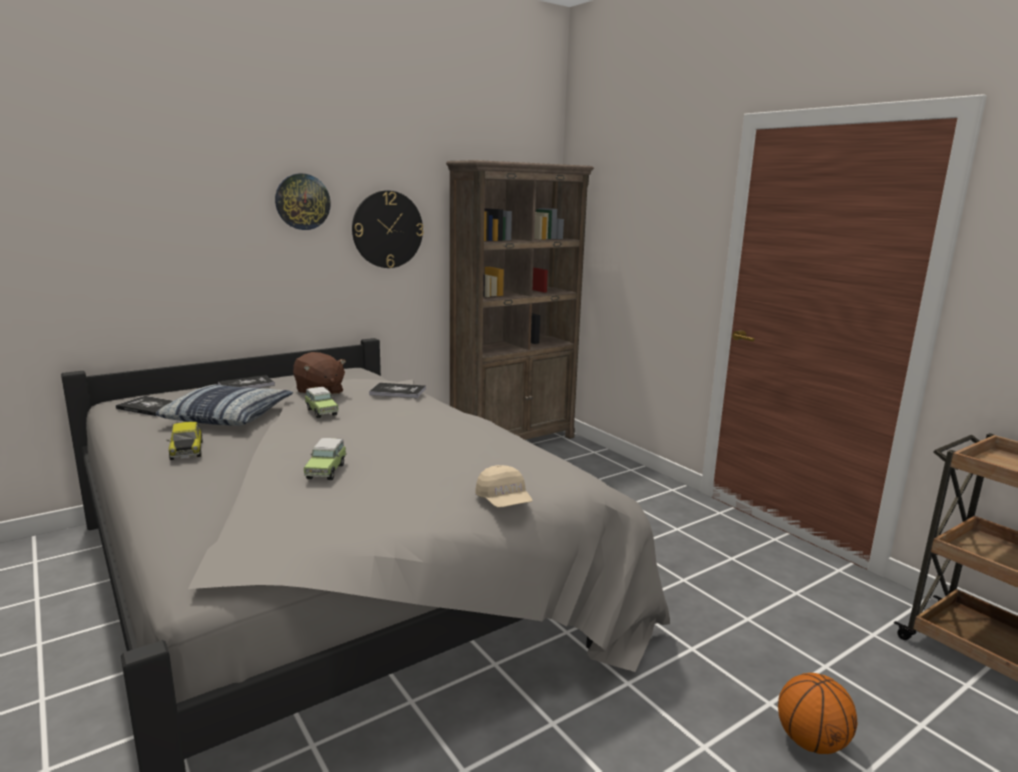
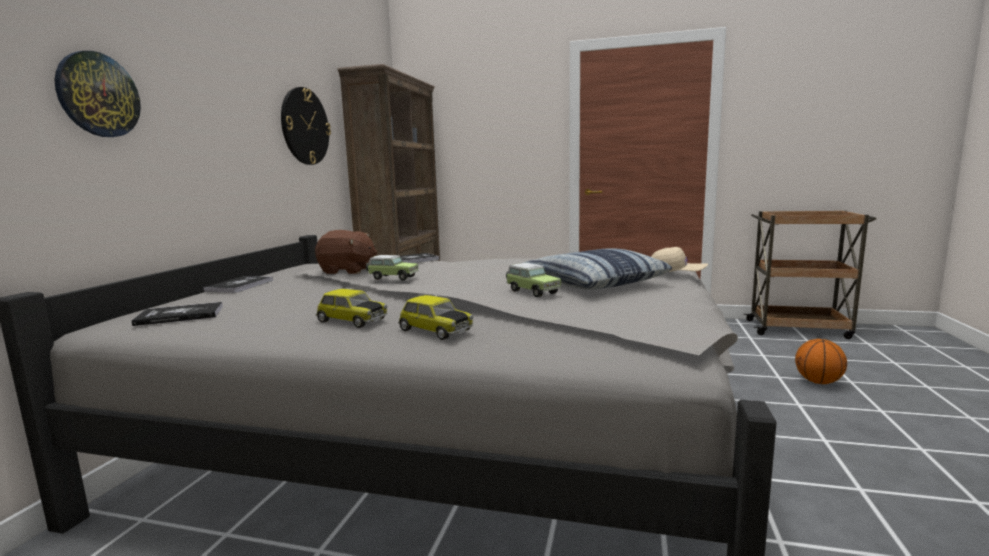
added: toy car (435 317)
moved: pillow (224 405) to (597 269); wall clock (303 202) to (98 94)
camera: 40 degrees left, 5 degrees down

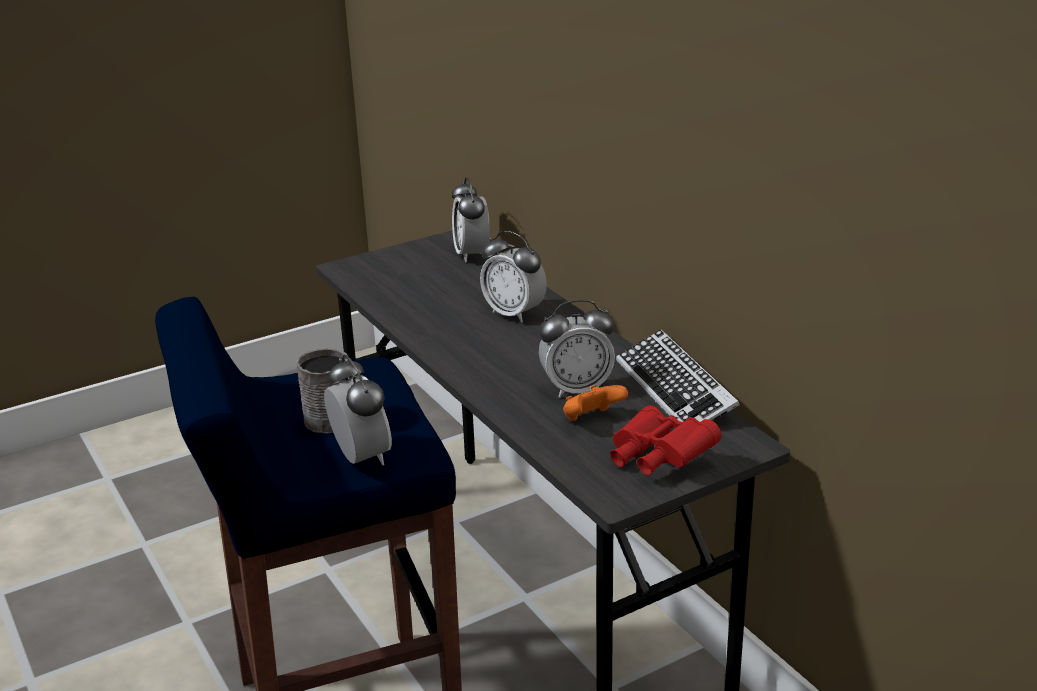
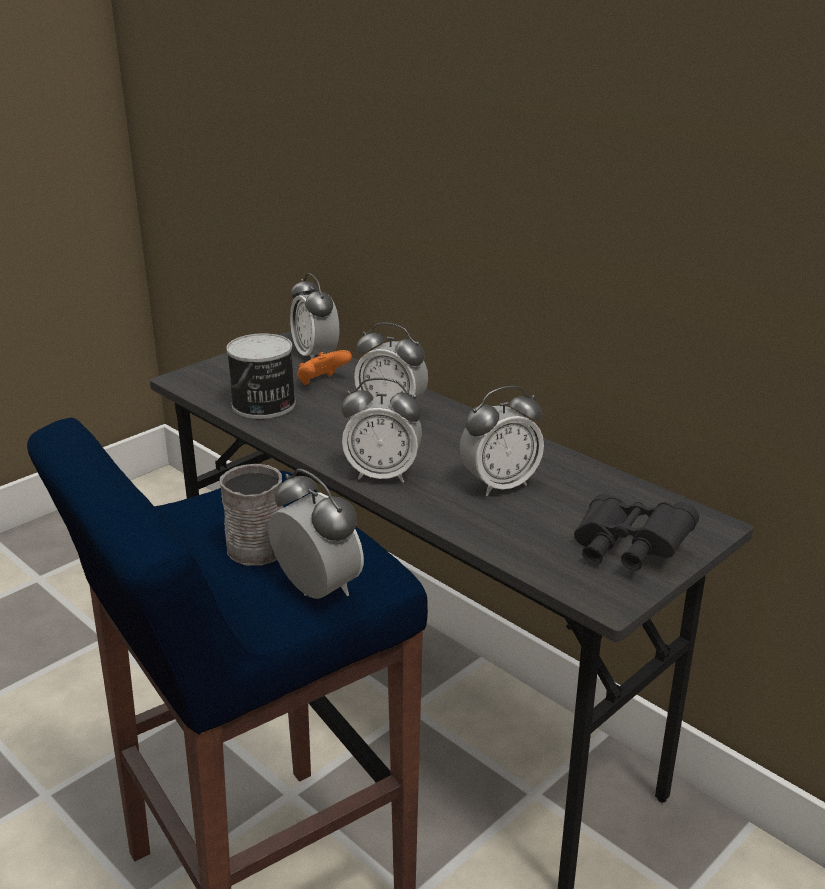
removed: keyboard (678 375)
added: can (261 376); alarm clock (381 430)
moved: orange game controller (595 403) to (324 367)
recoloured: red binoculars (666 440) to black binoculars (636 532)
camera: 15 degrees left, 0 degrees up

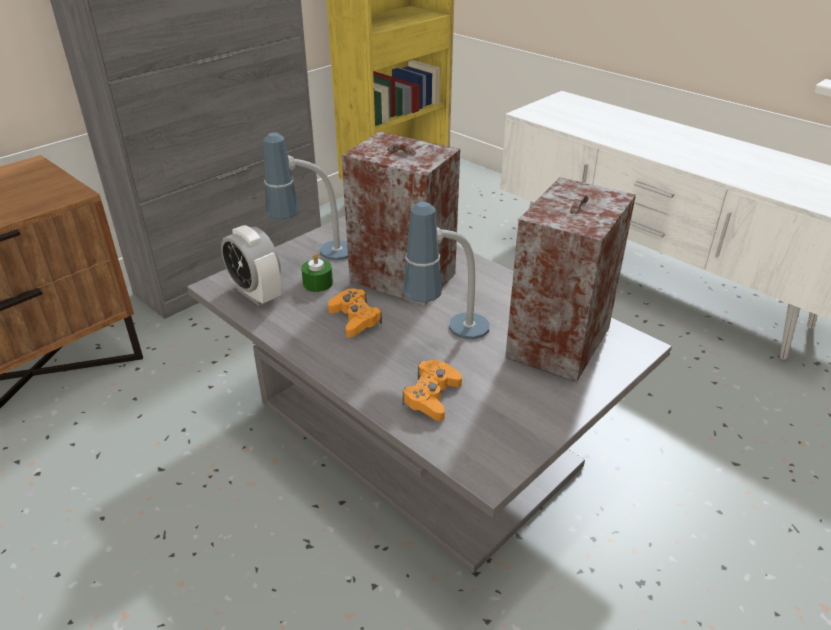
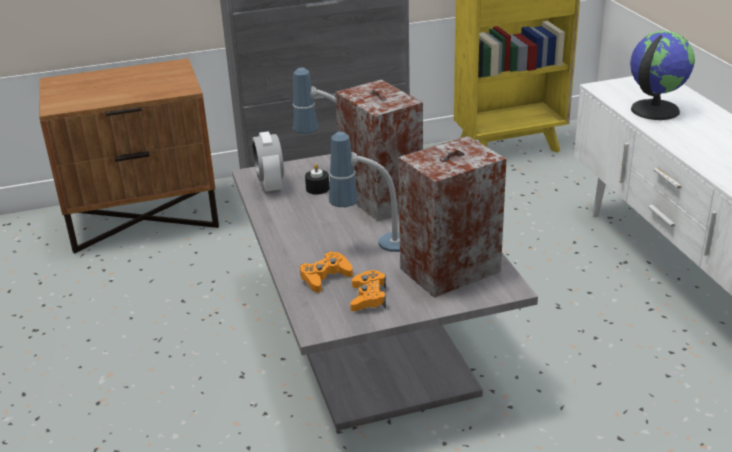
added: globe (662 75)
moved: orange game controller (355 312) to (368 290)
recoloured: green candle (317 272) to black candle (317 179)
camera: 30 degrees right, 5 degrees down

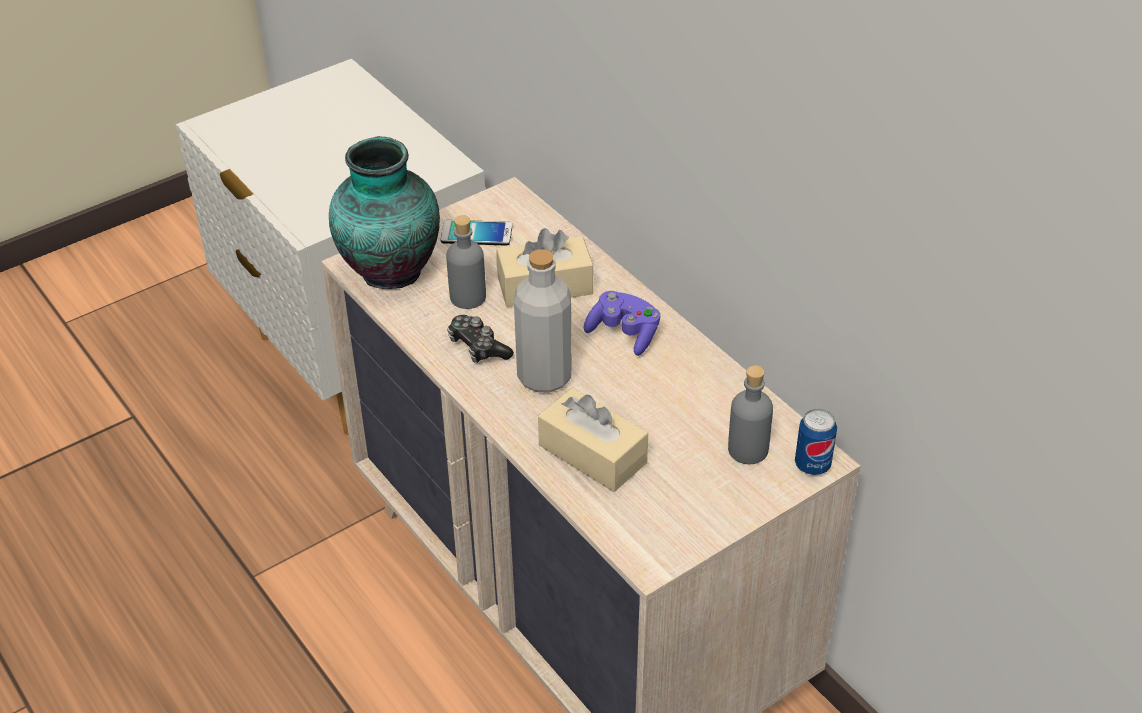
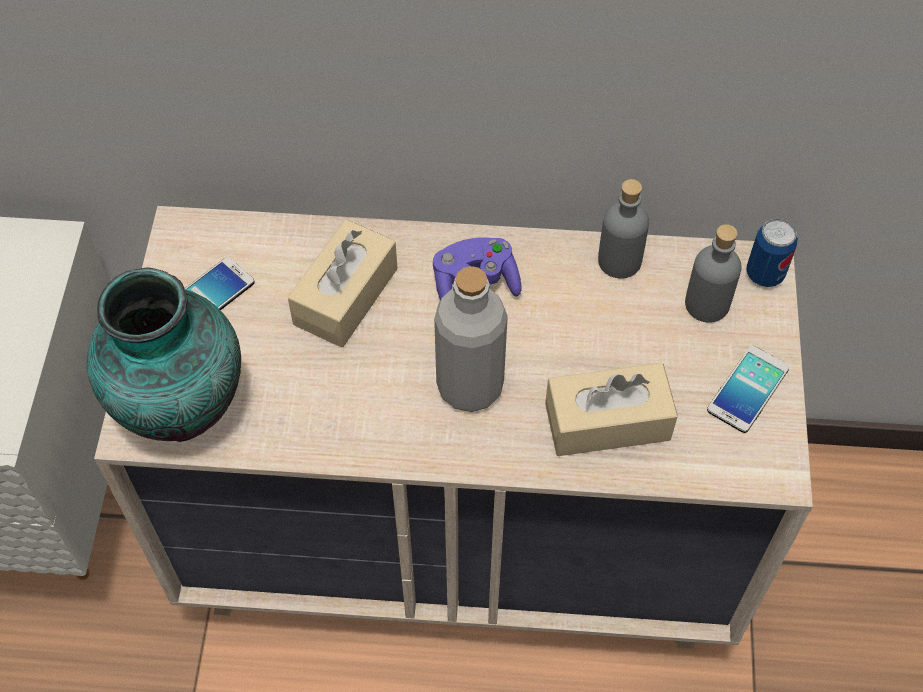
removed: game controller (480 339)
added: phone (748 389)
moved: grey bottle (466 262) to (623 229)
camera: 50 degrees left, 15 degrees up

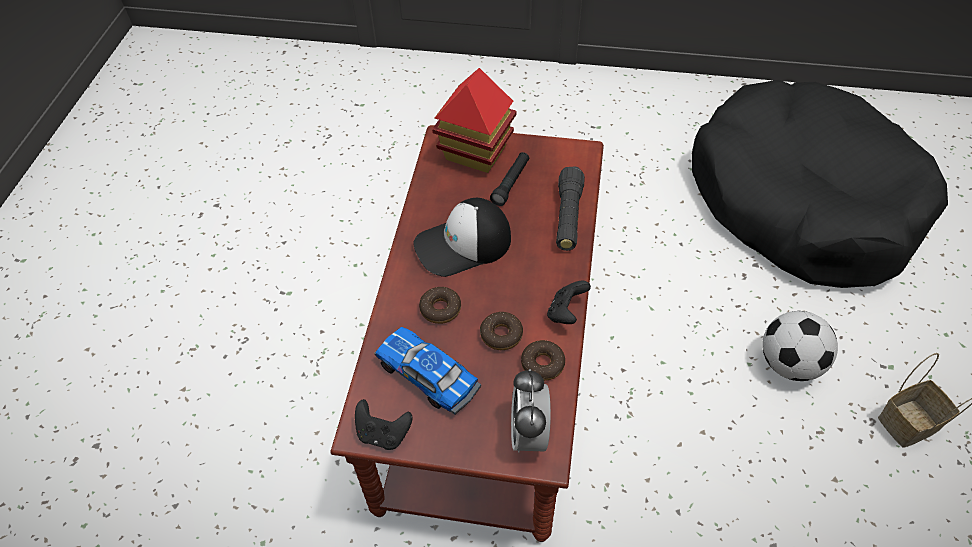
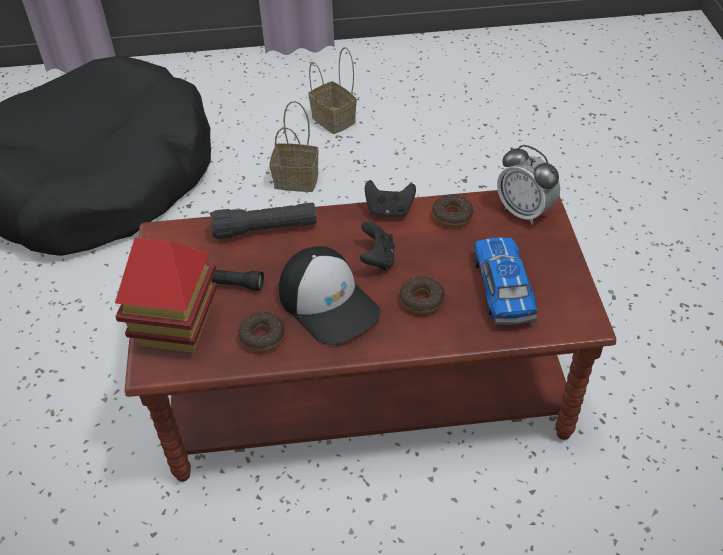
moved: black game controller (383 424) to (377 245); donut (501 331) to (261 332)
replaced: football (800 346) to basket (294 146)
turned: toy car (427 371) = (505 281) 150 degrees clockwise; alarm clock (531 410) = (528 185) 60 degrees clockwise
camera: 105 degrees left, 5 degrees down

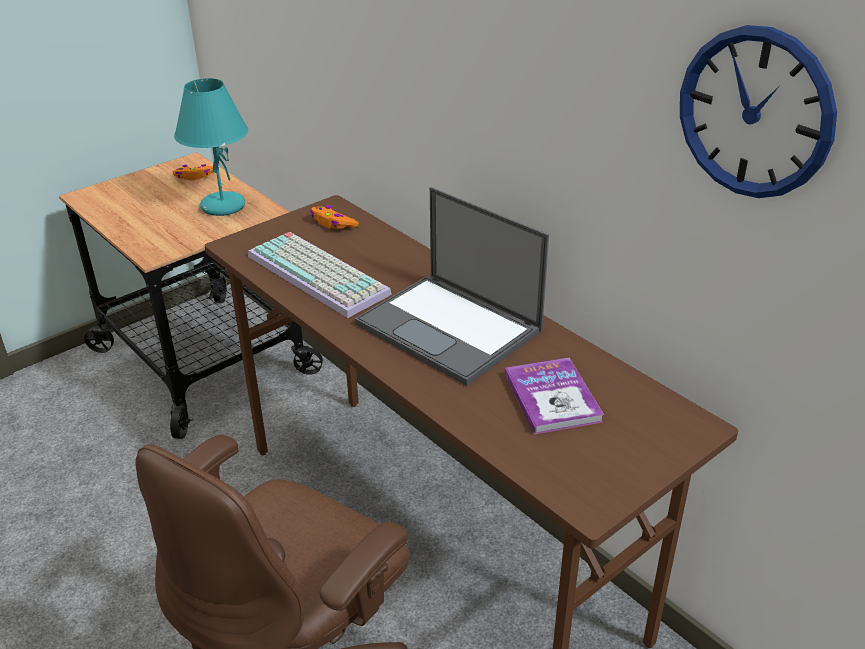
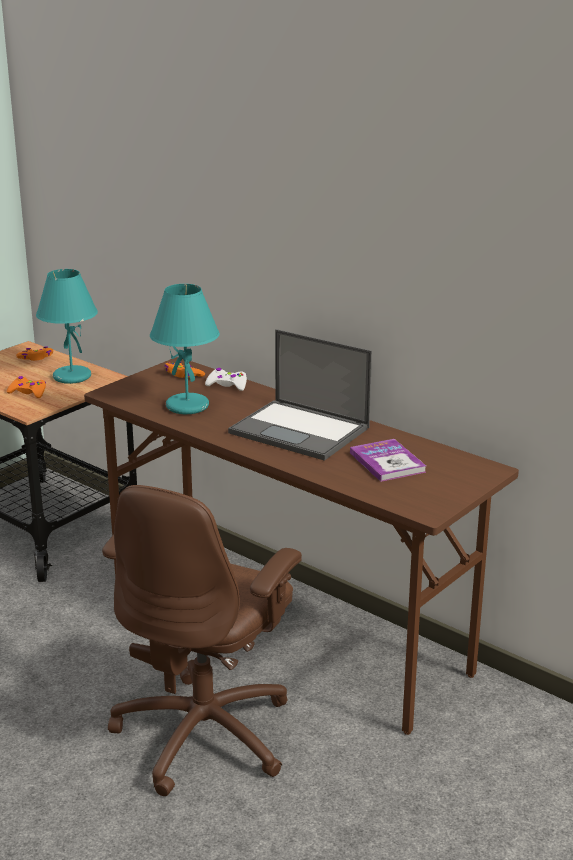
removed: wall clock (758 111)
added: orange game controller (26 387); white game controller (226 379)
replaced: keyboard (320 275) to turquoise table lamp (185 349)
camera: 10 degrees left, 10 degrees down

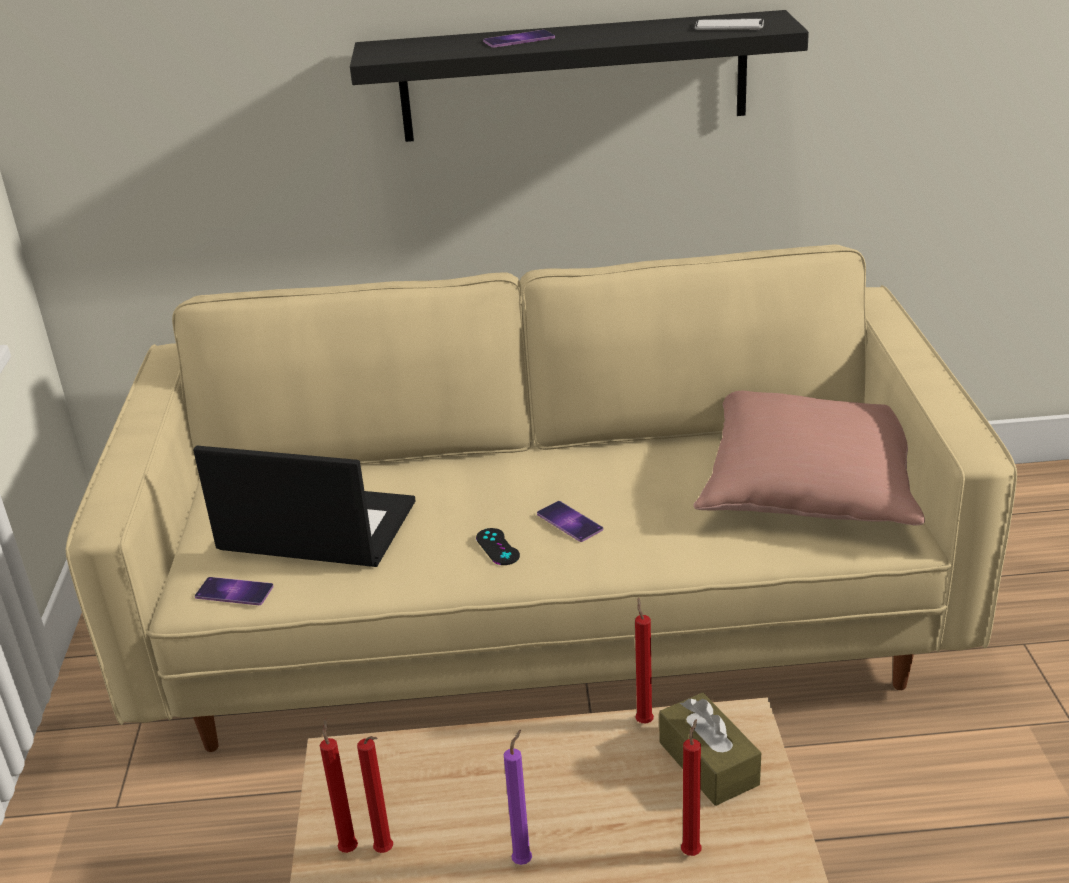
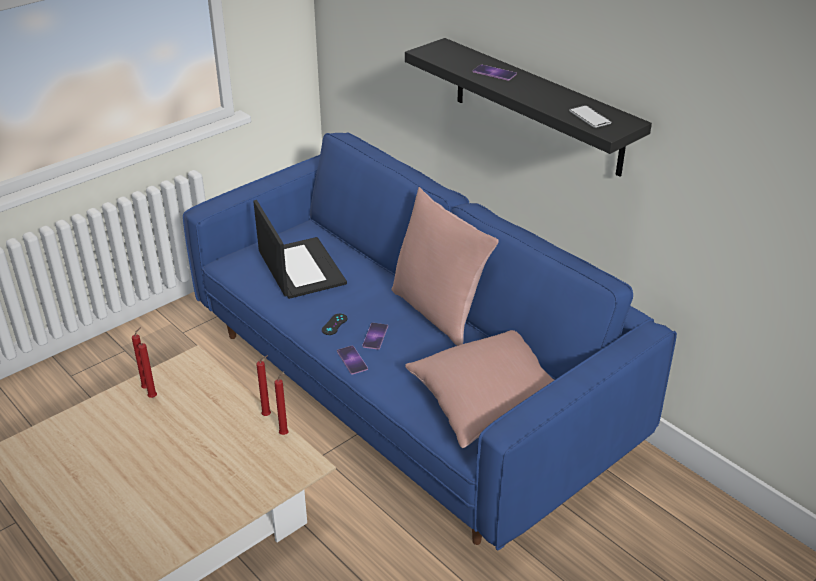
removed: purple candle (518 797); brown tissue box (710 749)
added: pink pillow (445 266)
moved: phone (234 591) to (352 360); red candle (691 787) to (263 385)
recoloured: beige sofa (541 498) to blue sofa (430 341)
camera: 50 degrees right, 5 degrees up

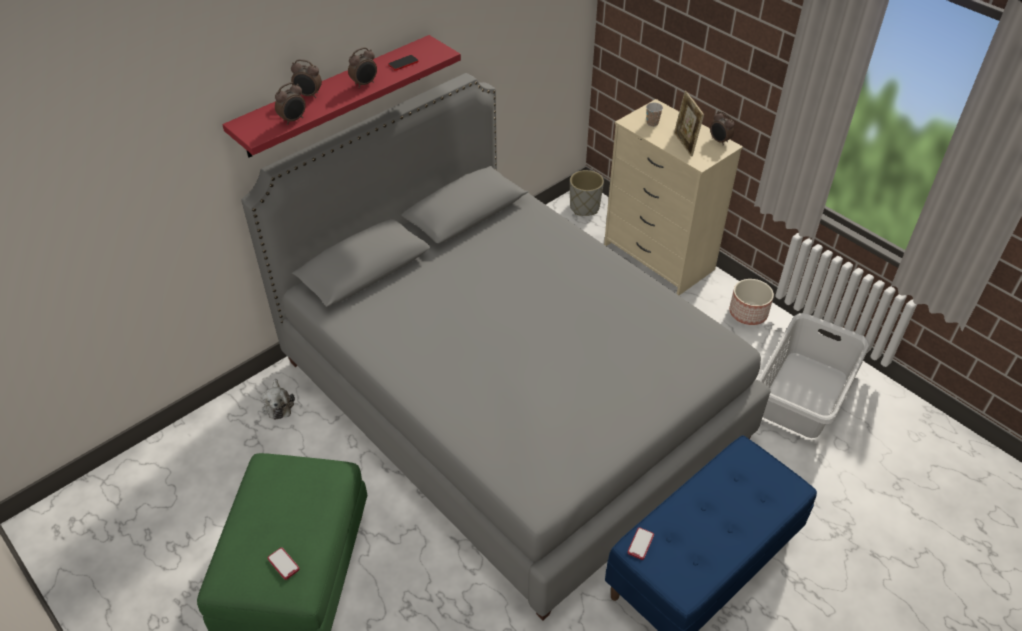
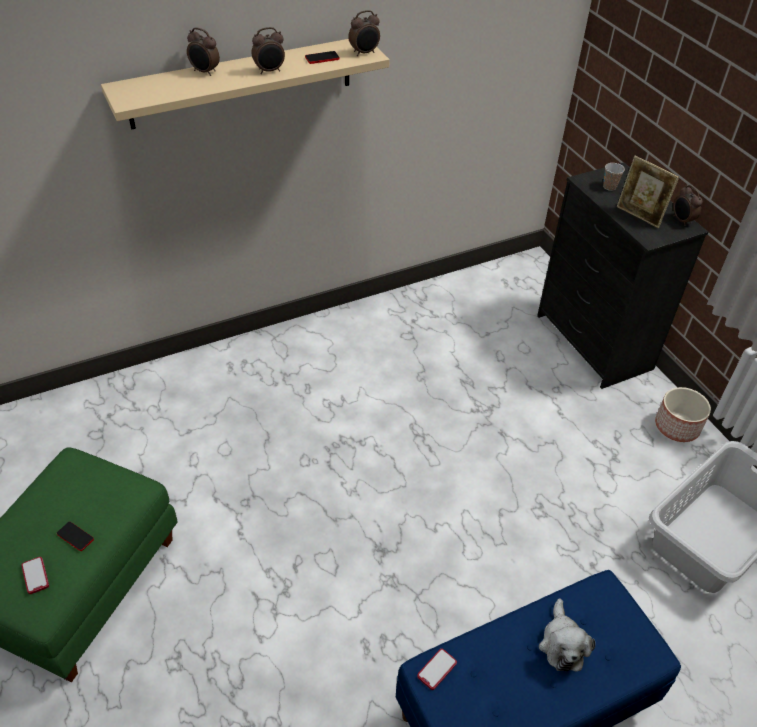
removed: grey bed (506 346); grey planter (587 193)
added: phone (75 536)
moved: plush toy (278 399) to (567 635); alarm clock (290 103) to (364 33)
recoloured: red shelf (341 96) to beige shelf (245 84); beige dresser (673 197) to black dresser (622 275)
turned: picture frame (689 124) = (648 192) 45 degrees counterclockwise
camera: 15 degrees right, 0 degrees up

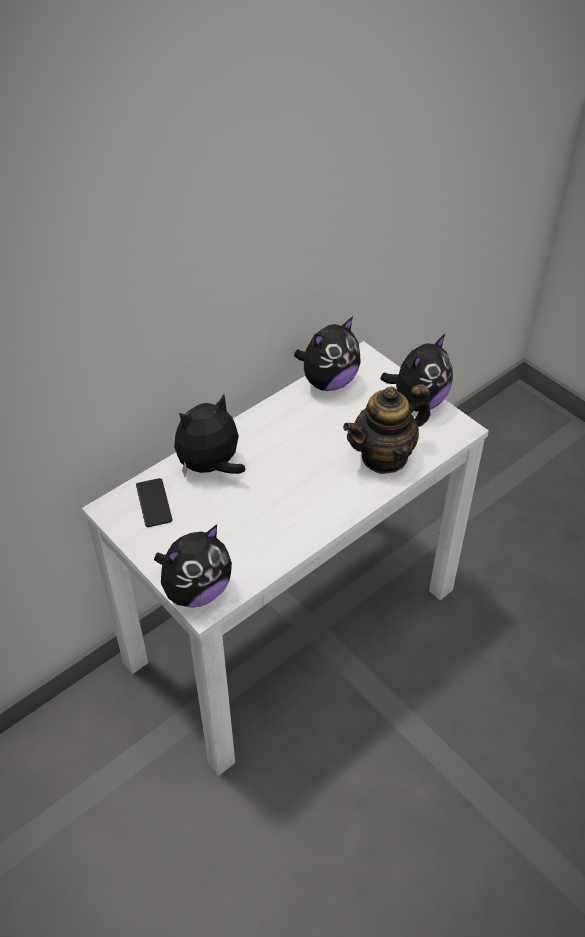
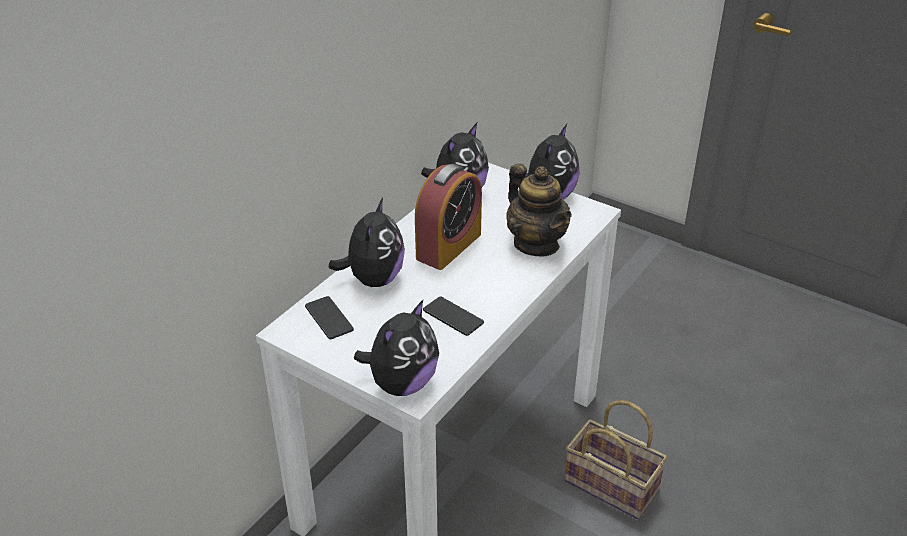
added: alarm clock (448 217); phone (453 316); basket (615 459)
turned: plush toy (209 435) = (366 242) 150 degrees clockwise; teapot (387 429) = (539 210) 75 degrees counterclockwise
camera: 15 degrees left, 10 degrees down

